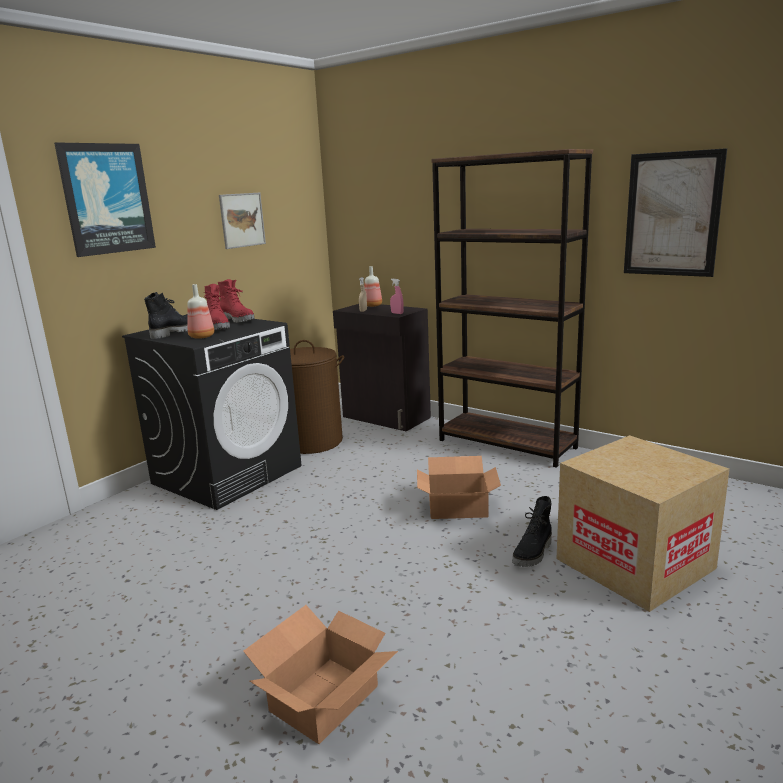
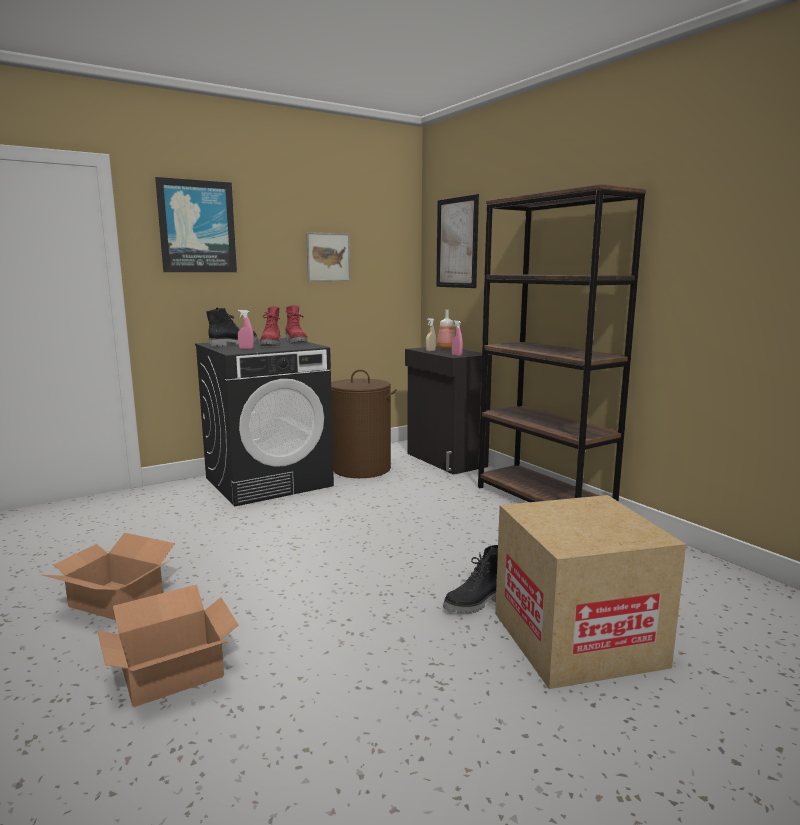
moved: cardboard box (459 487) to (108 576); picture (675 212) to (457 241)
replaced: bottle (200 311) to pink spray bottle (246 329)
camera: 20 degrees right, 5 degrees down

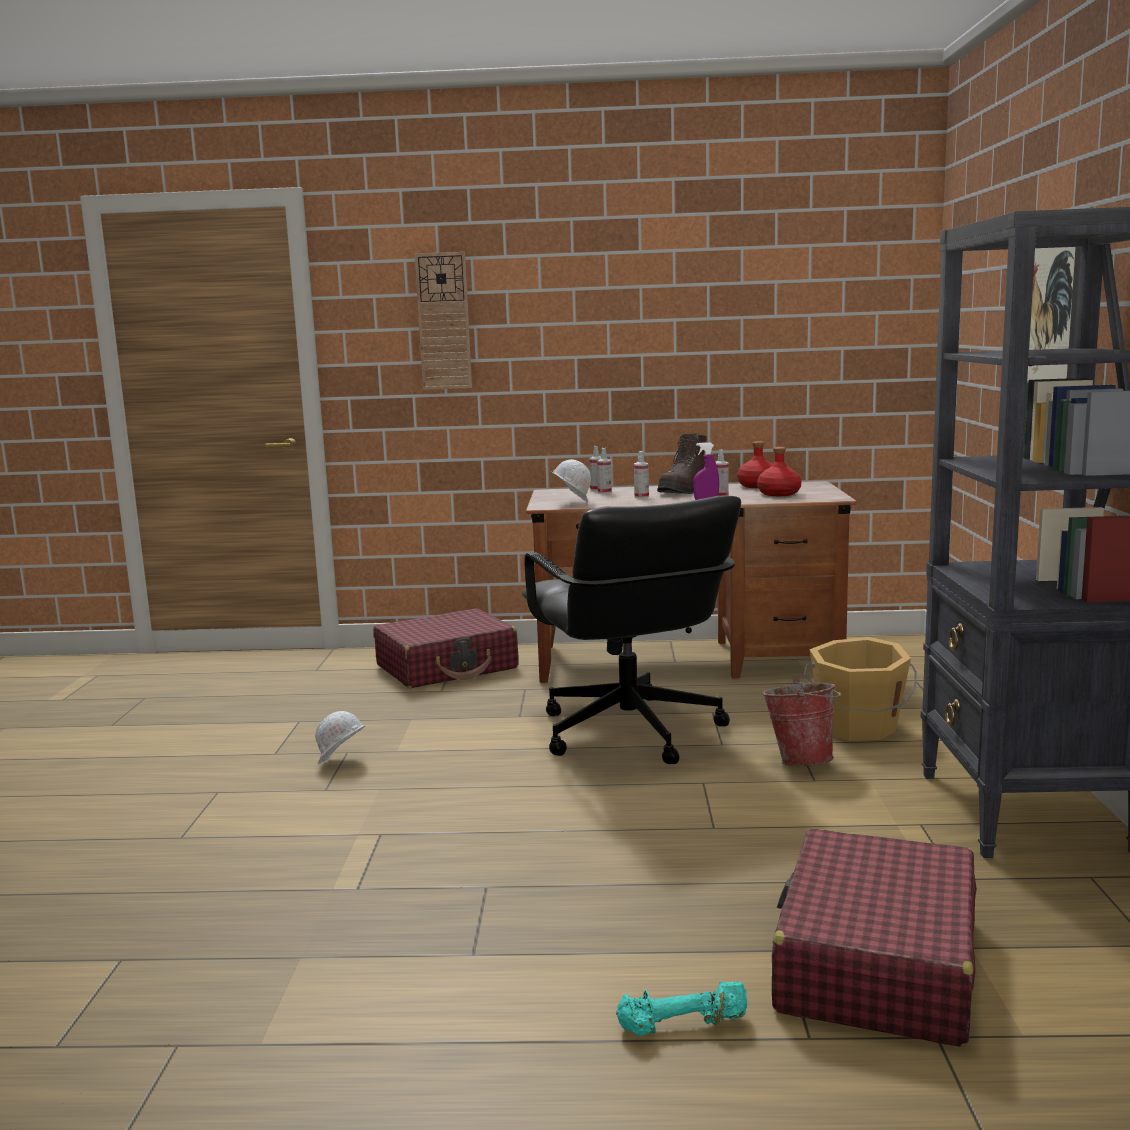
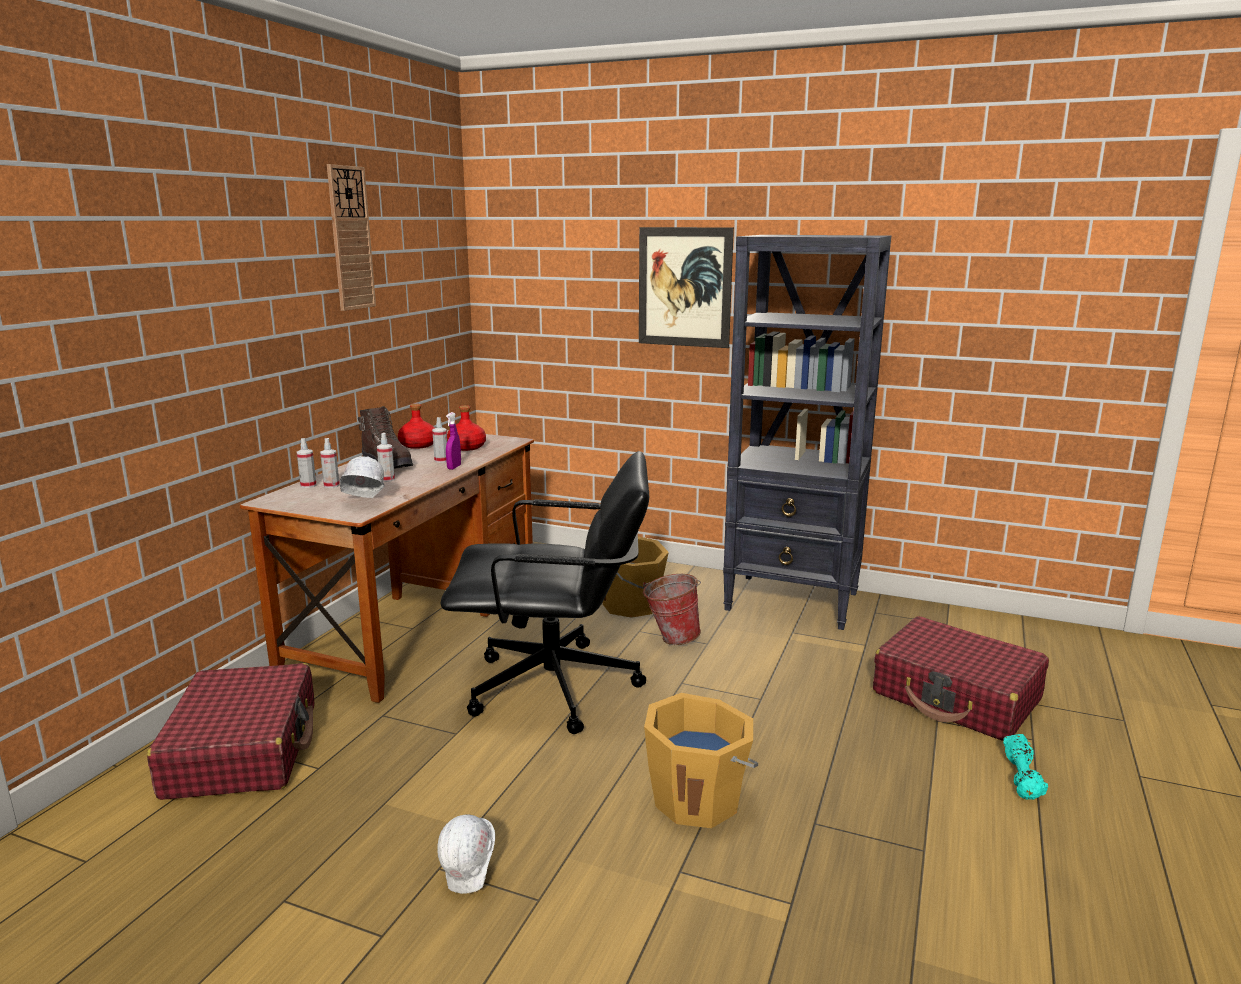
added: orange bucket (701 760)
moved: wall clock (443 321) to (351 237)
camera: 70 degrees left, 5 degrees up

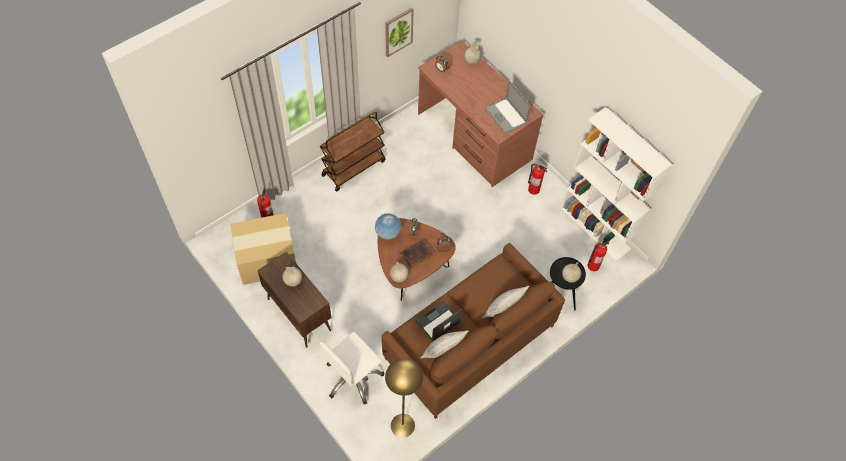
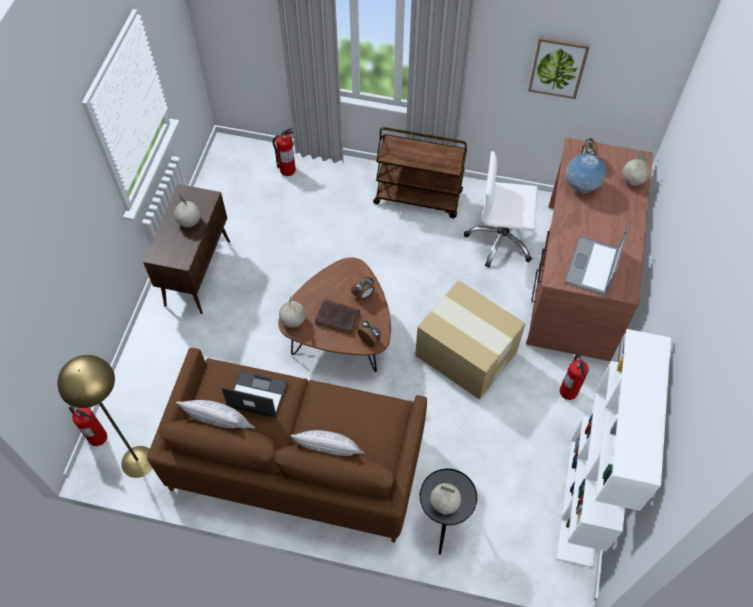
moved: cardboard box (263 249) to (470 340); white office chair (351 368) to (501 209); globe (388 226) to (586 173); fire extinguisher (598 255) to (88 426)
camera: 55 degrees right, 0 degrees up

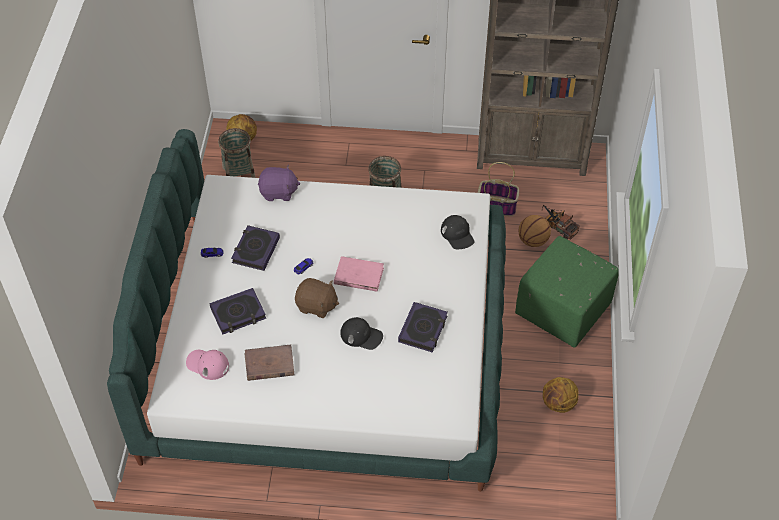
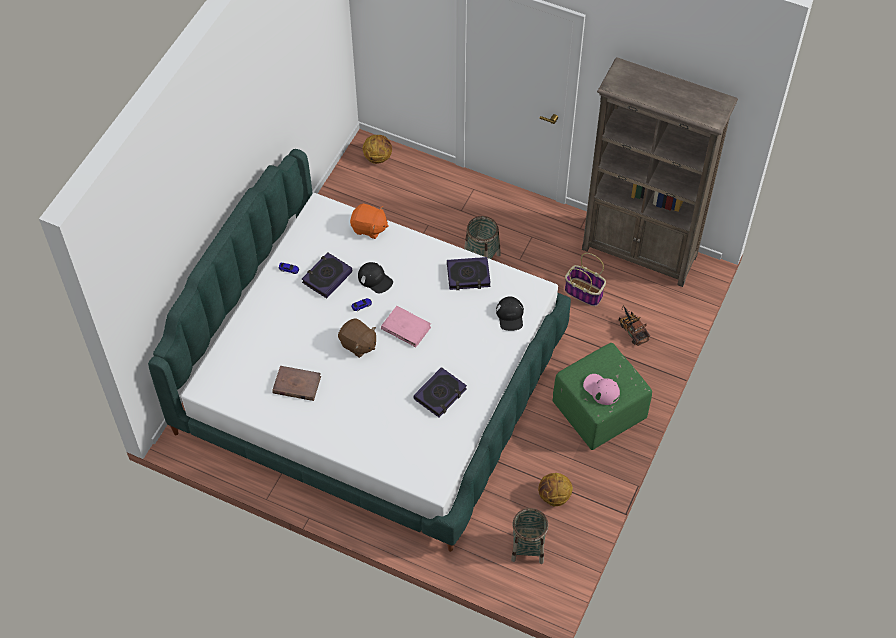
removed: basketball (535 231)
moved: pink cap (207 365) to (601 389); book (238 311) to (469 273); basket (237 153) to (529 536); black cap (361 333) to (375 278)
recoloured: purple plush toy (279 182) to orange plush toy (369 221)
camera: 20 degrees right, 5 degrees up

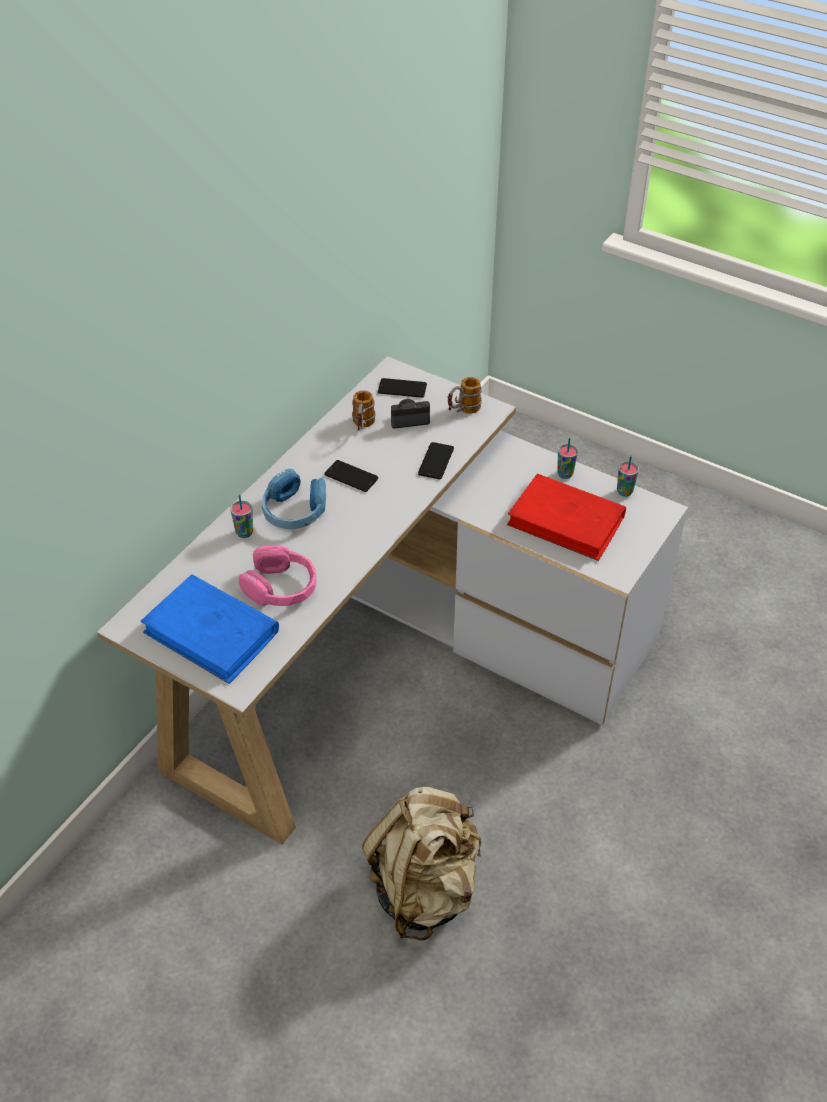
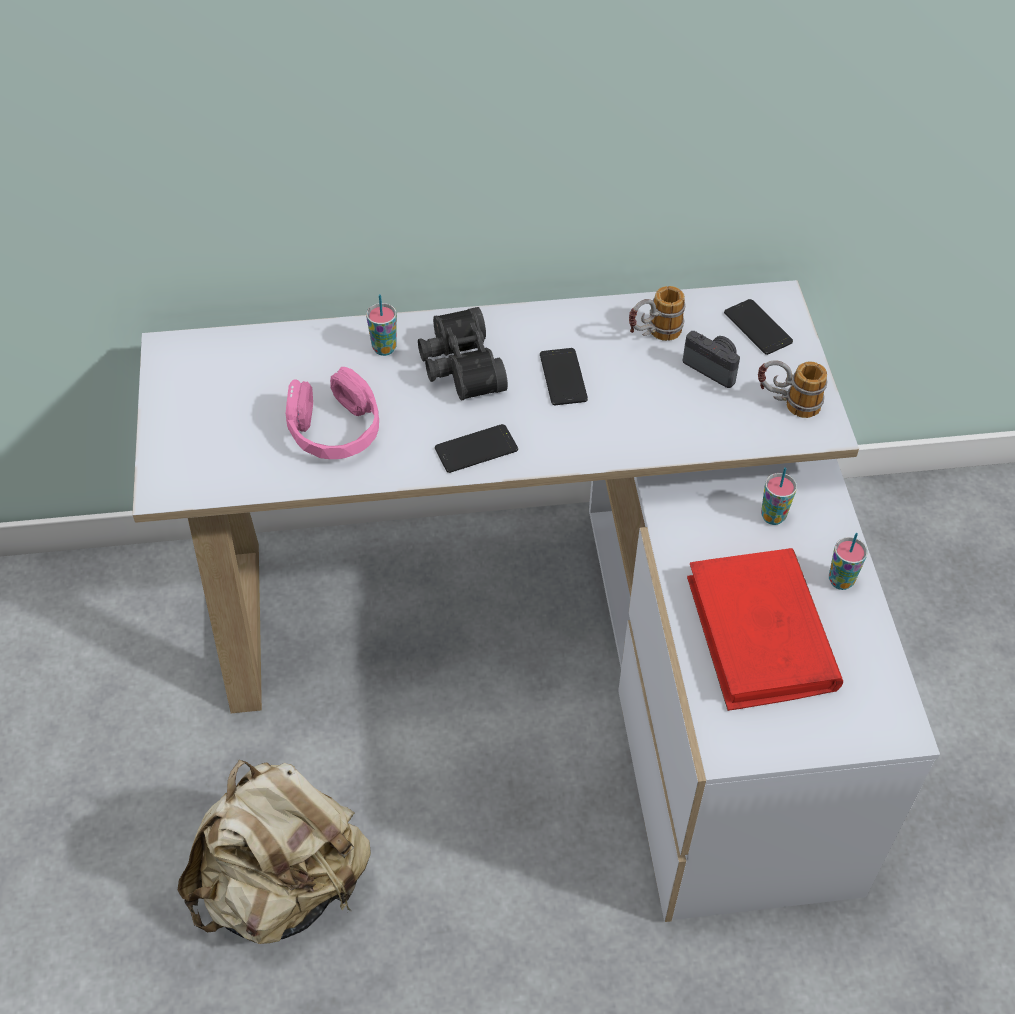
removed: blue book (210 629)
moved: phone (436 460) to (476 448); cup (628 476) to (779 496)
replaced: blue headphones (294 498) to black binoculars (463 354)
camera: 50 degrees right, 5 degrees up

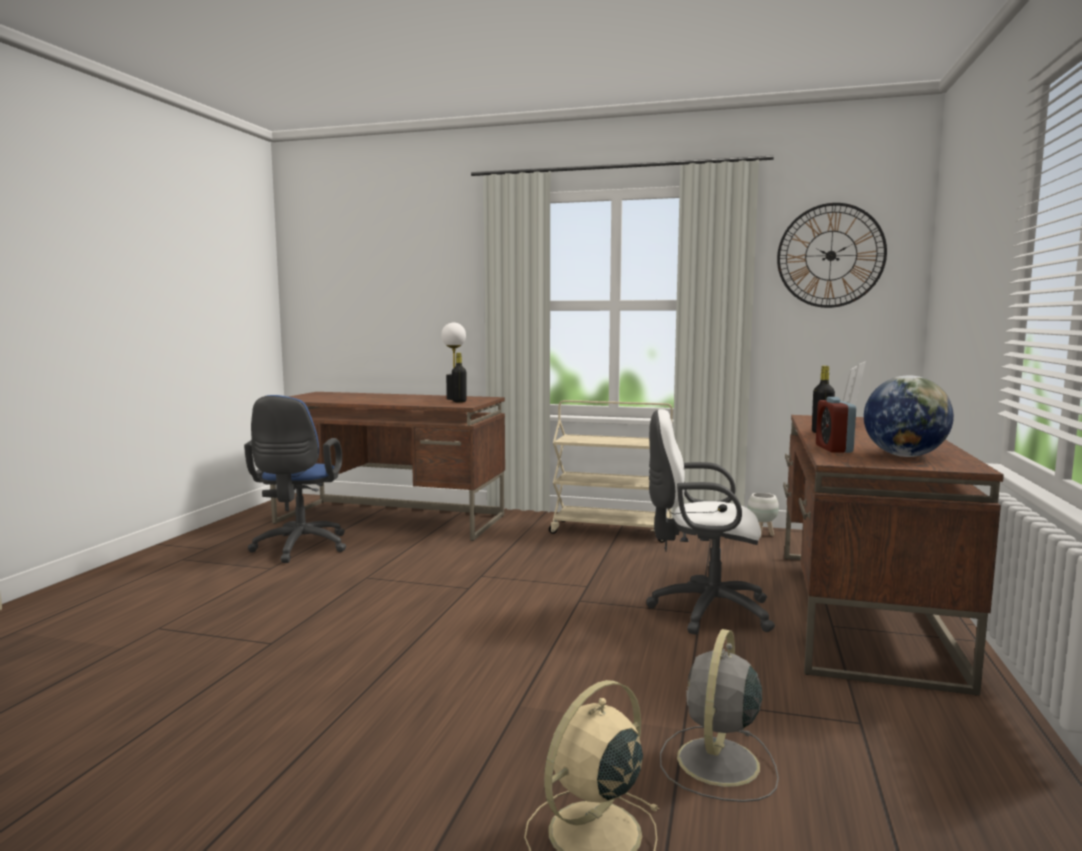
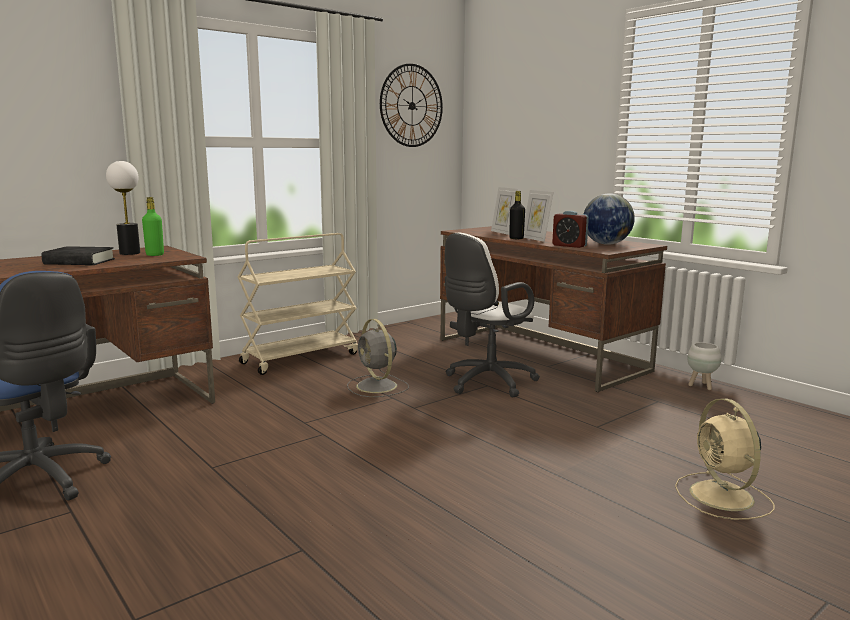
added: black book (78 255)
moved: grey fan (719 715) to (378 358); white planter (763 515) to (704 366)
recoloured: black bottle (459 378) to green bottle (153 226)
camera: 55 degrees left, 5 degrees up

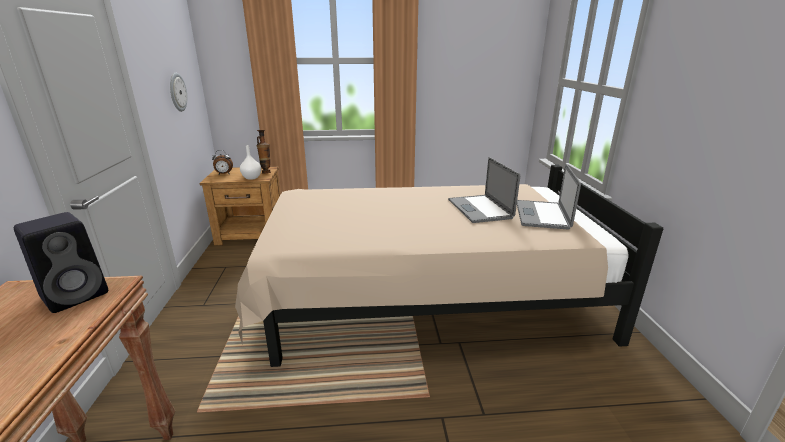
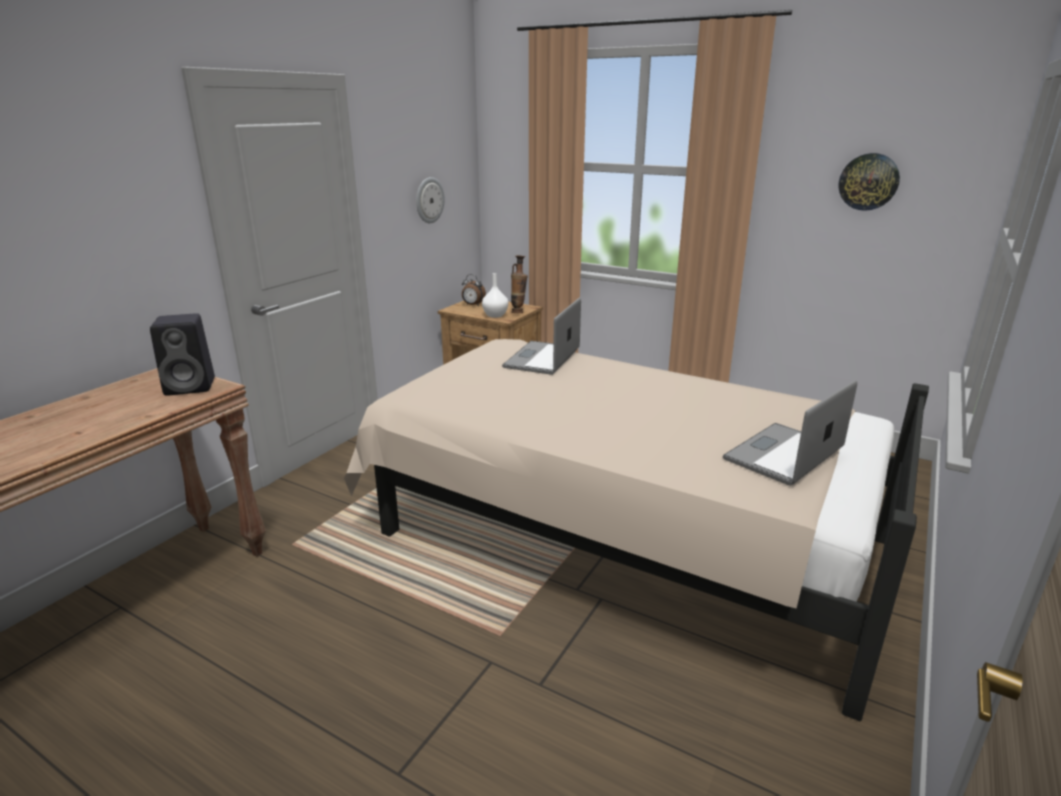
added: wall clock (869 182)
moved: laptop (484 190) to (541 336)
camera: 35 degrees right, 0 degrees up

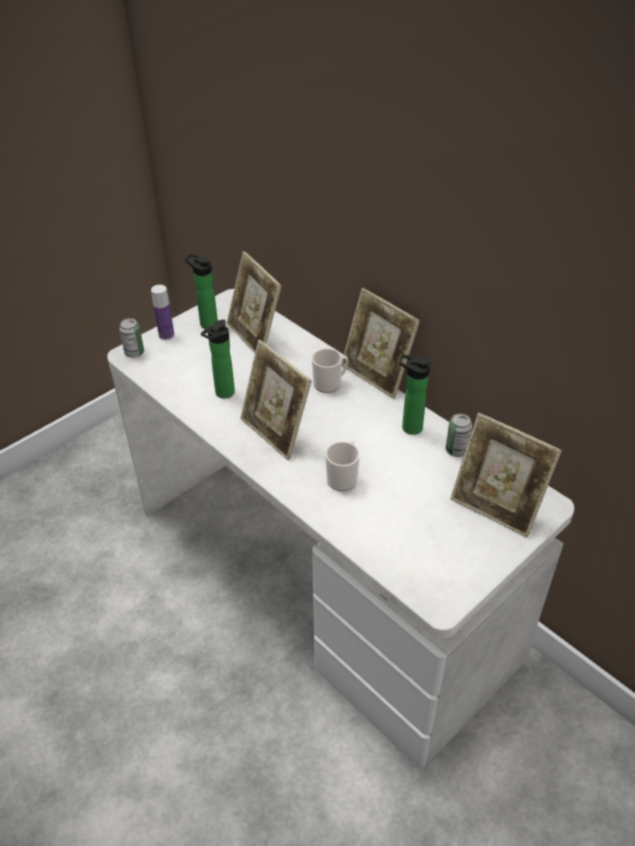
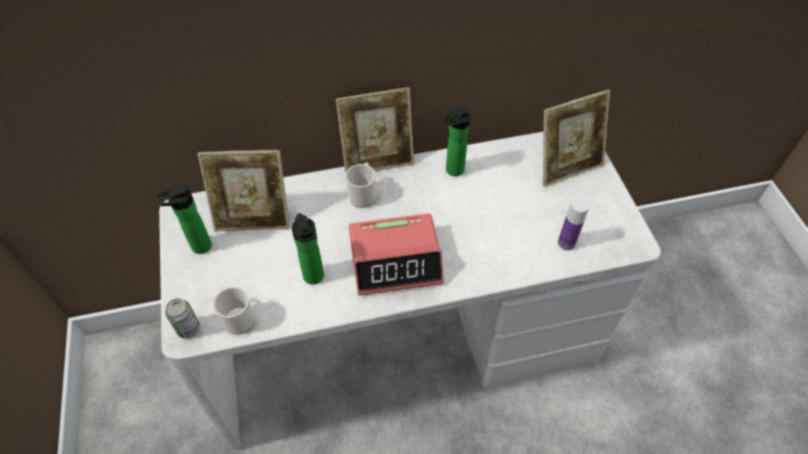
removed: can (459 435)
moved: bottle (162 312) to (573 224); mug (342 466) to (233 310)
replaced: picture frame (276 400) to alarm clock (396 254)
camera: 60 degrees left, 10 degrees up

